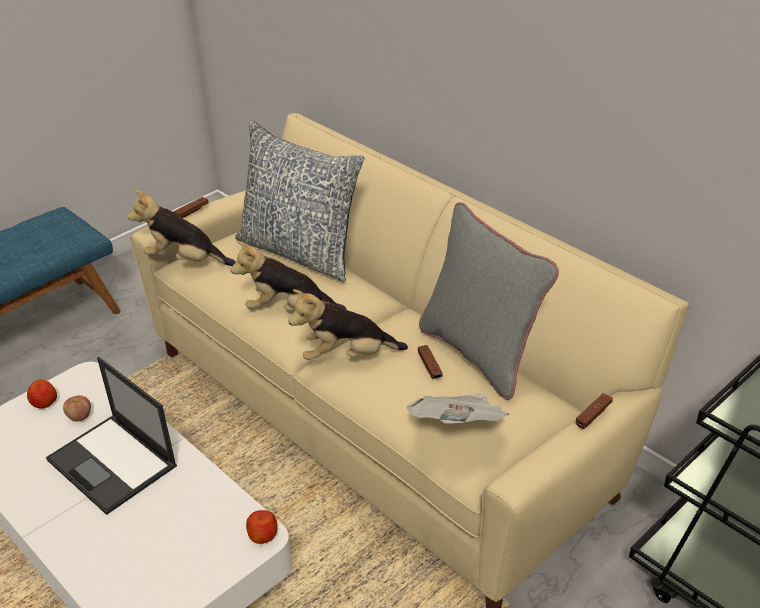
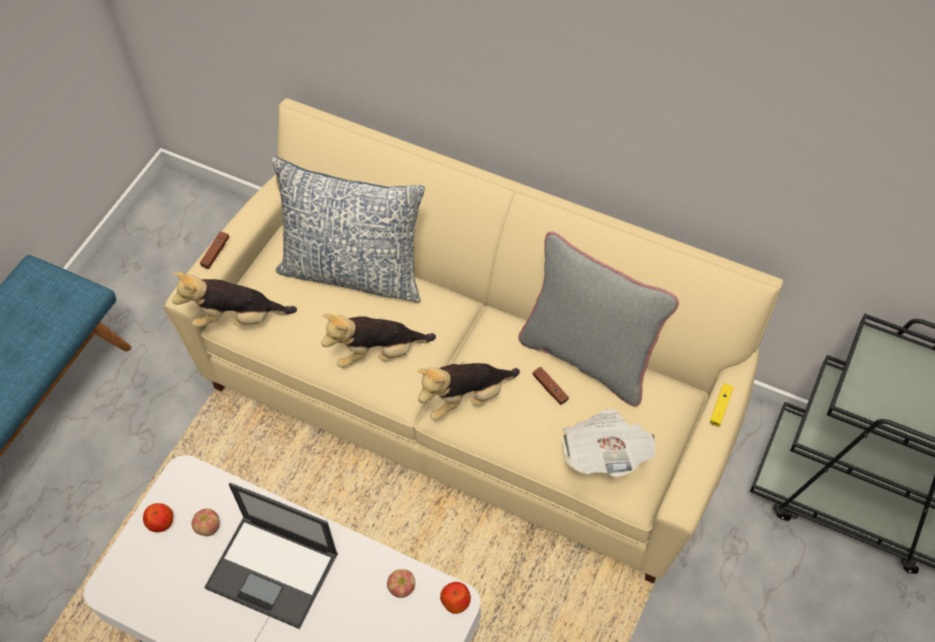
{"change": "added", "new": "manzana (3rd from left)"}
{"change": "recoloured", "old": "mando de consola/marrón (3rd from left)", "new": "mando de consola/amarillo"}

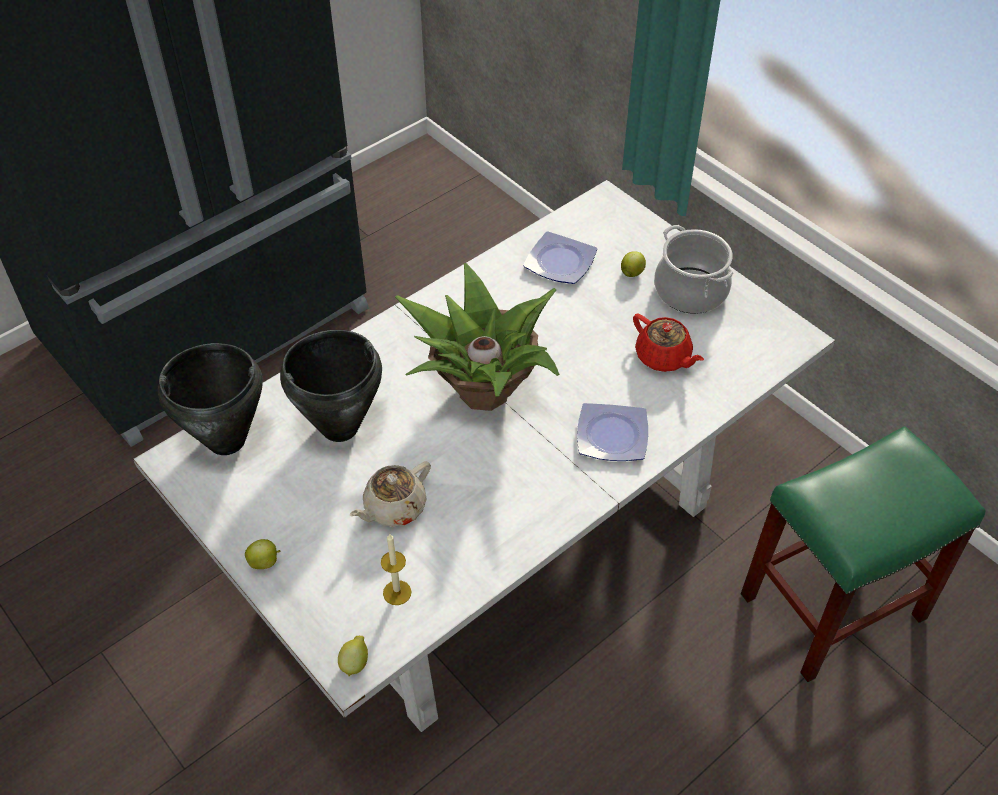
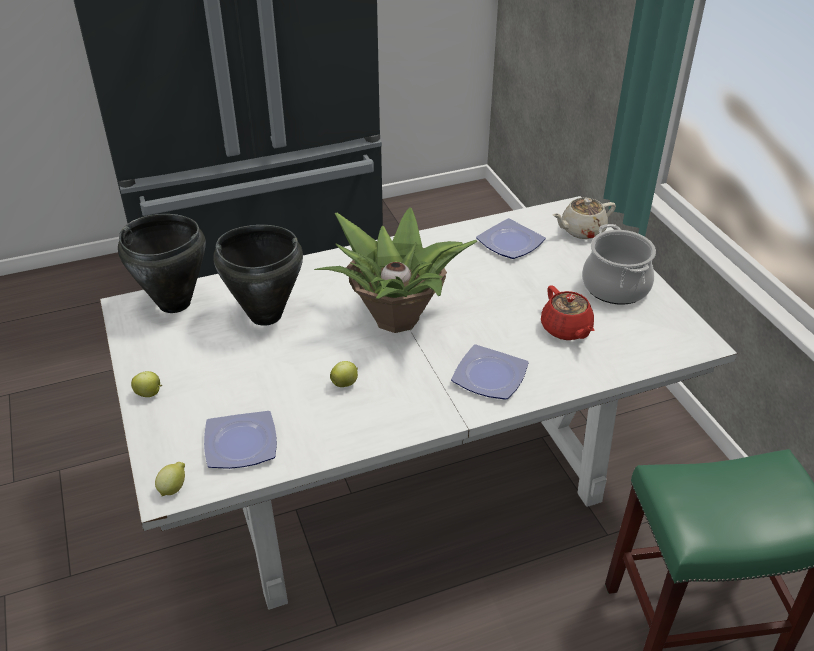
{"change": "moved", "old": "tetera/beis"}
{"change": "moved", "old": "manzana (2nd from left)"}
{"change": "replaced", "old": "vela", "new": "plato (1st from left)"}

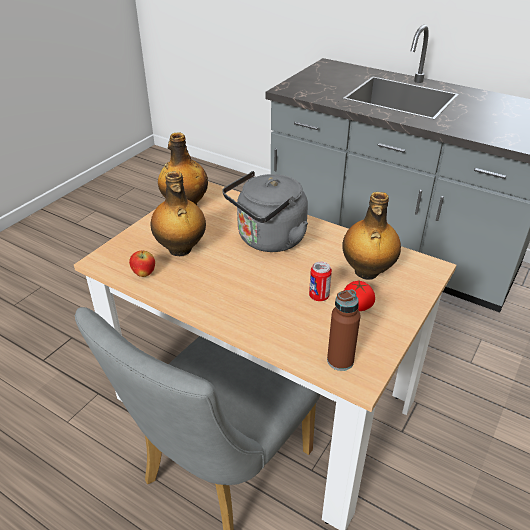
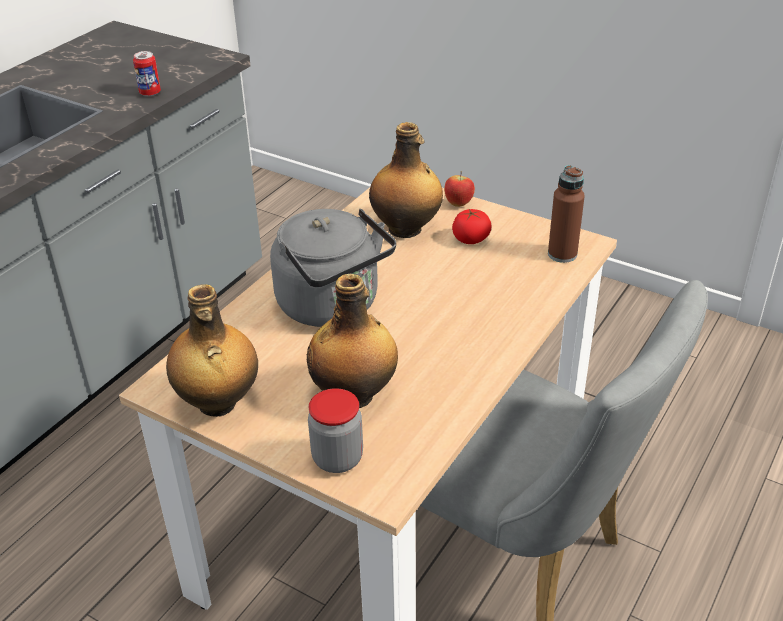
{"change": "added", "new": "tarro"}
{"change": "moved", "old": "manzana"}
{"change": "moved", "old": "lata"}

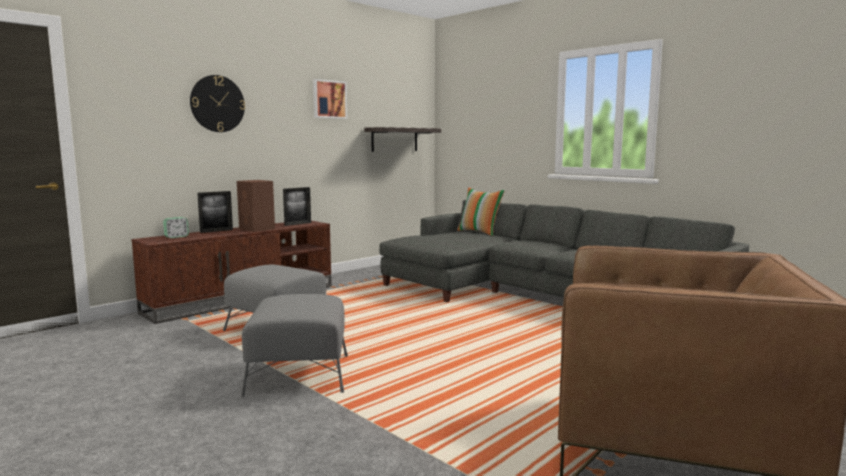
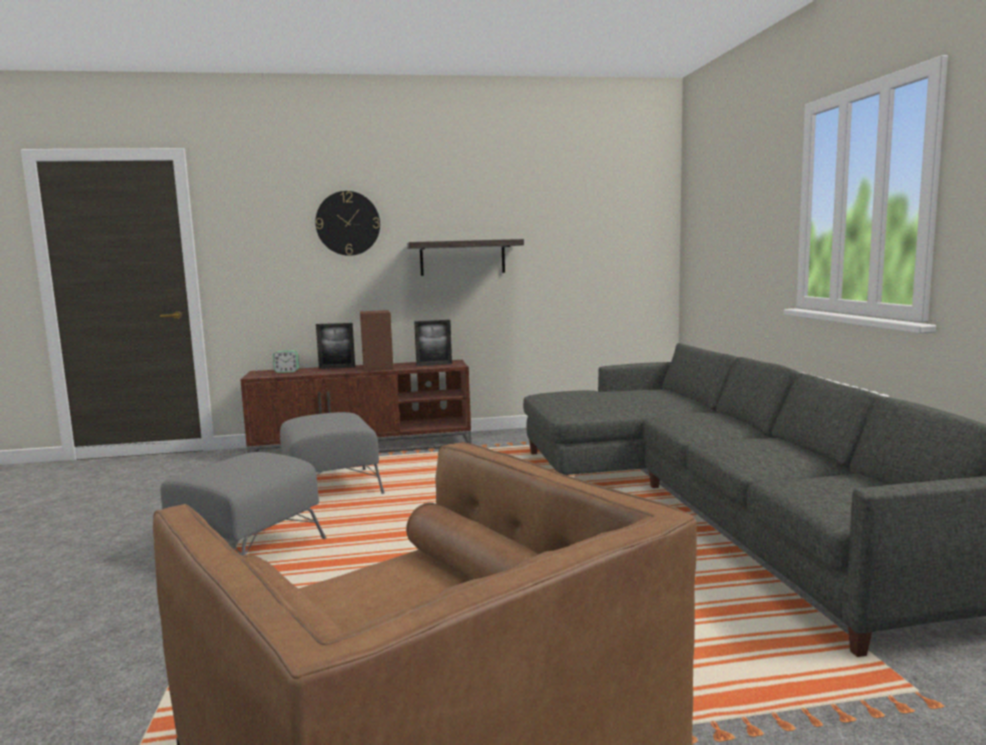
{"change": "removed", "old": "cuadro"}
{"change": "removed", "old": "cojín"}
{"change": "moved", "old": "estante"}

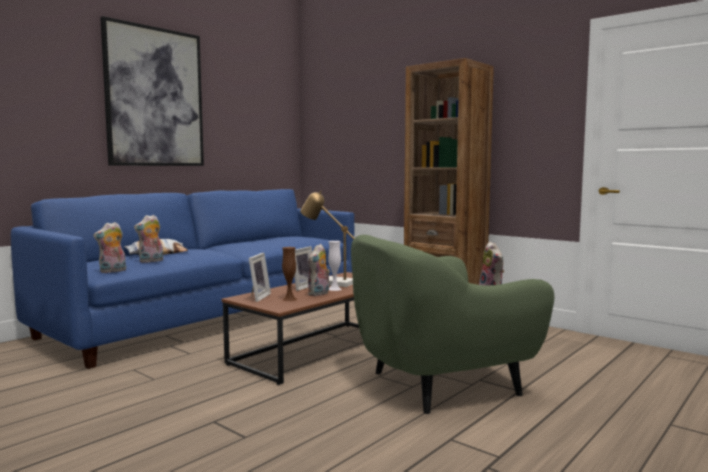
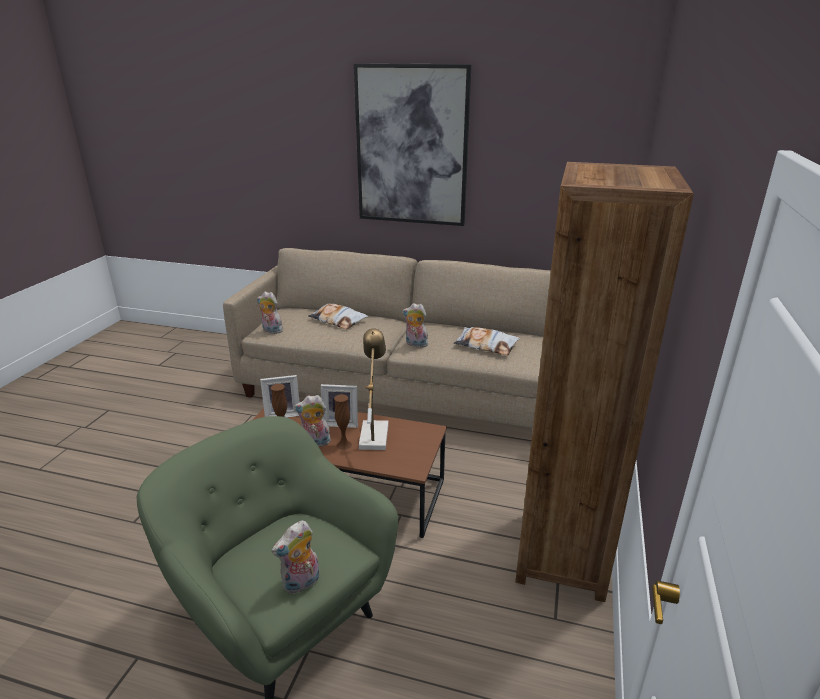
{"change": "added", "new": "cojín (2nd from left)"}
{"change": "moved", "old": "peluche (2nd from left in the first image)", "new": "peluche (4th from left)"}
{"change": "recoloured", "old": "sofá/azul", "new": "sofá/beis"}
{"change": "recoloured", "old": "florero/blanco", "new": "florero/marrón (2nd from left)"}

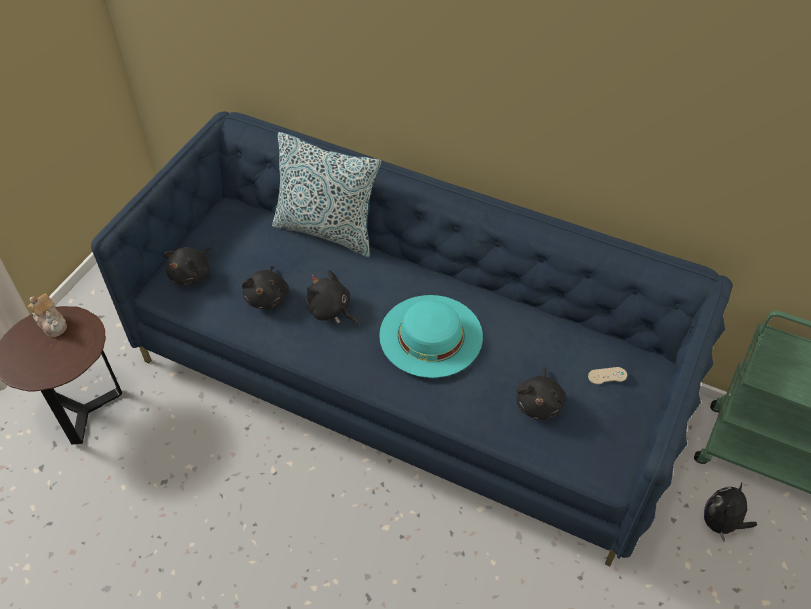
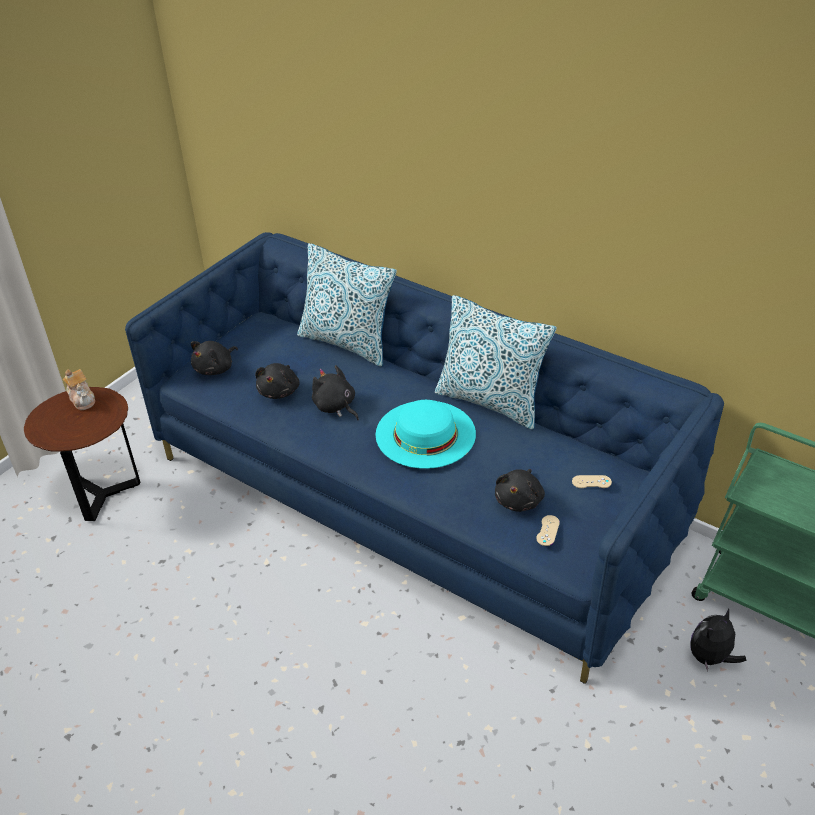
{"change": "added", "new": "cojín (2nd from left)"}
{"change": "added", "new": "mando de consola/beis (1st from left)"}

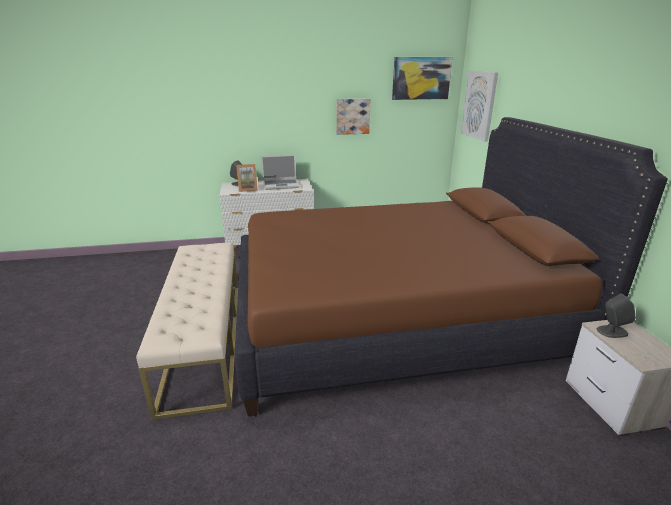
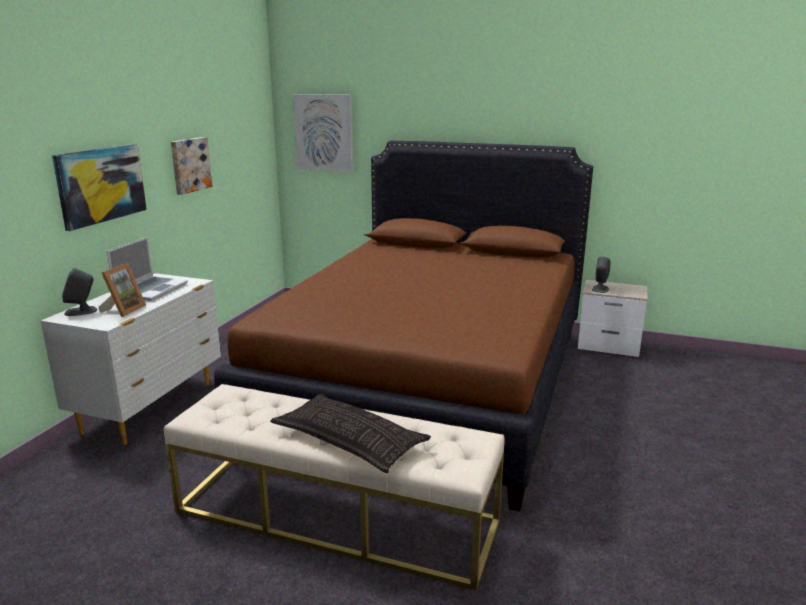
{"change": "added", "new": "cojín"}
{"change": "moved", "old": "cuadro (2nd from left in the first image)", "new": "cuadro (1st from left)"}

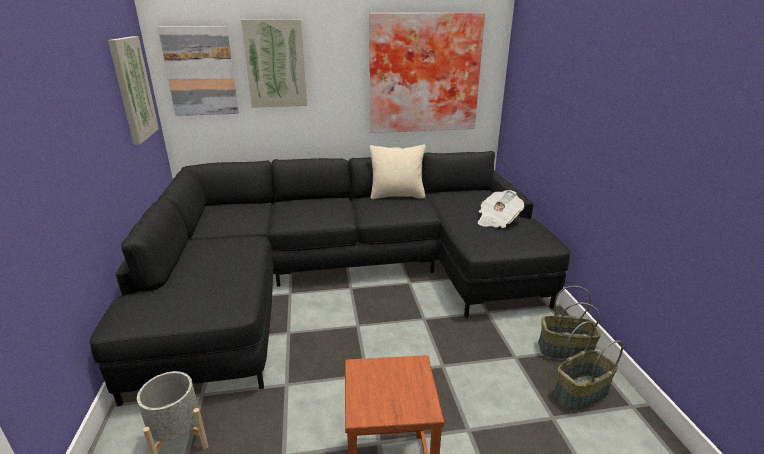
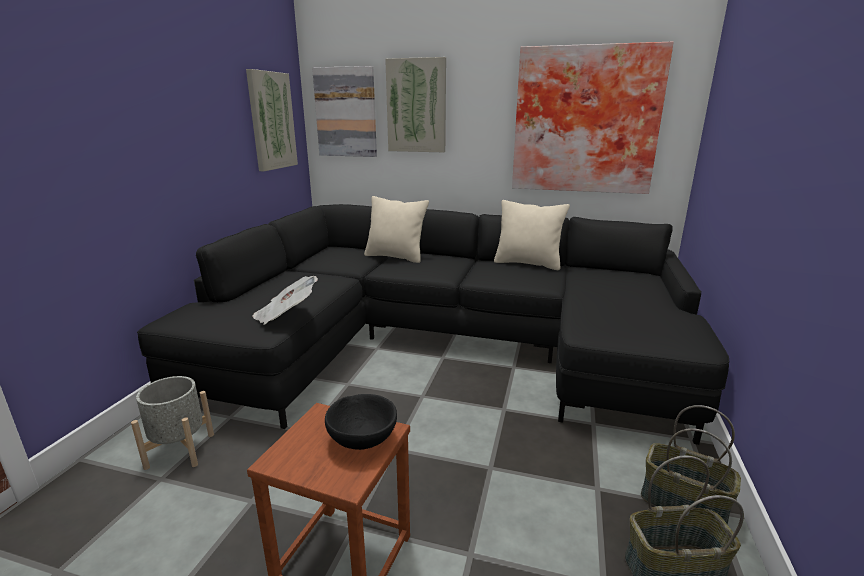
{"change": "added", "new": "cuenco/negro"}
{"change": "added", "new": "cojín/beis (1st from left)"}
{"change": "moved", "old": "periódico"}

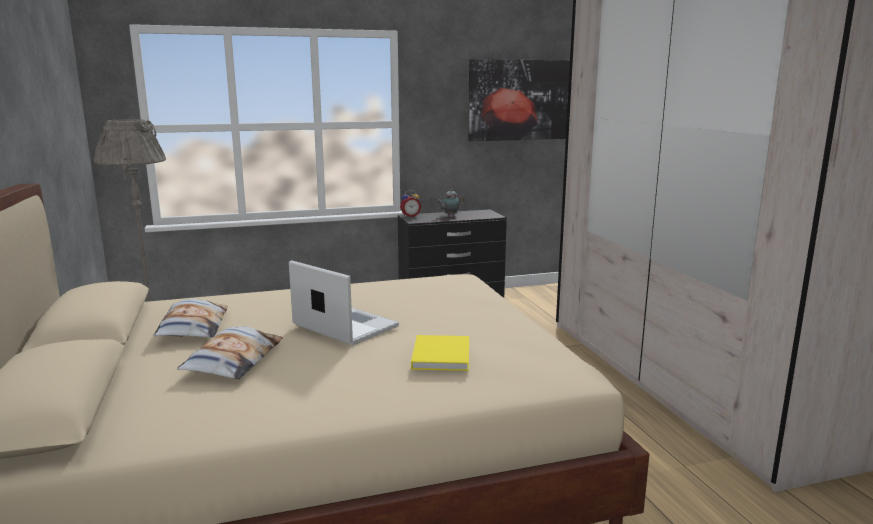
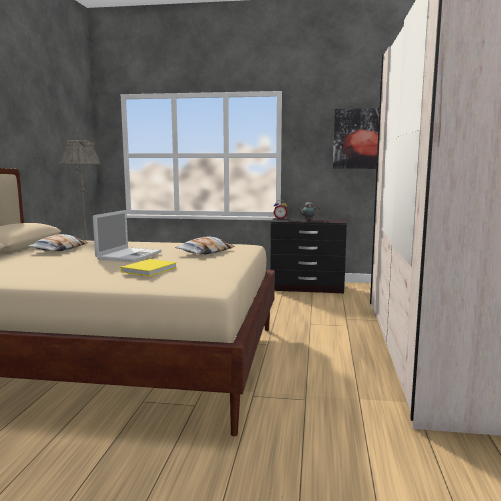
{"change": "moved", "old": "cojín (2nd from left)"}
{"change": "turned", "old": "portátil", "degrees": 45}

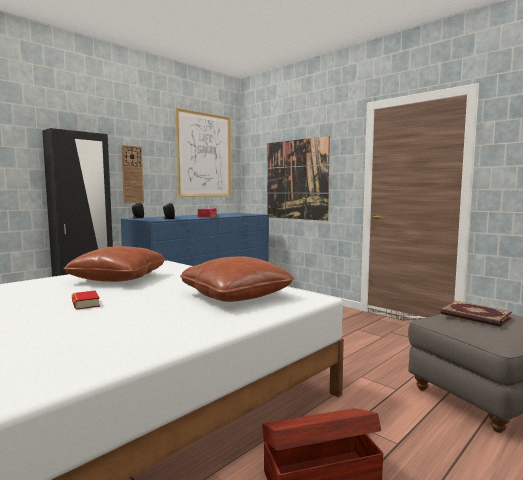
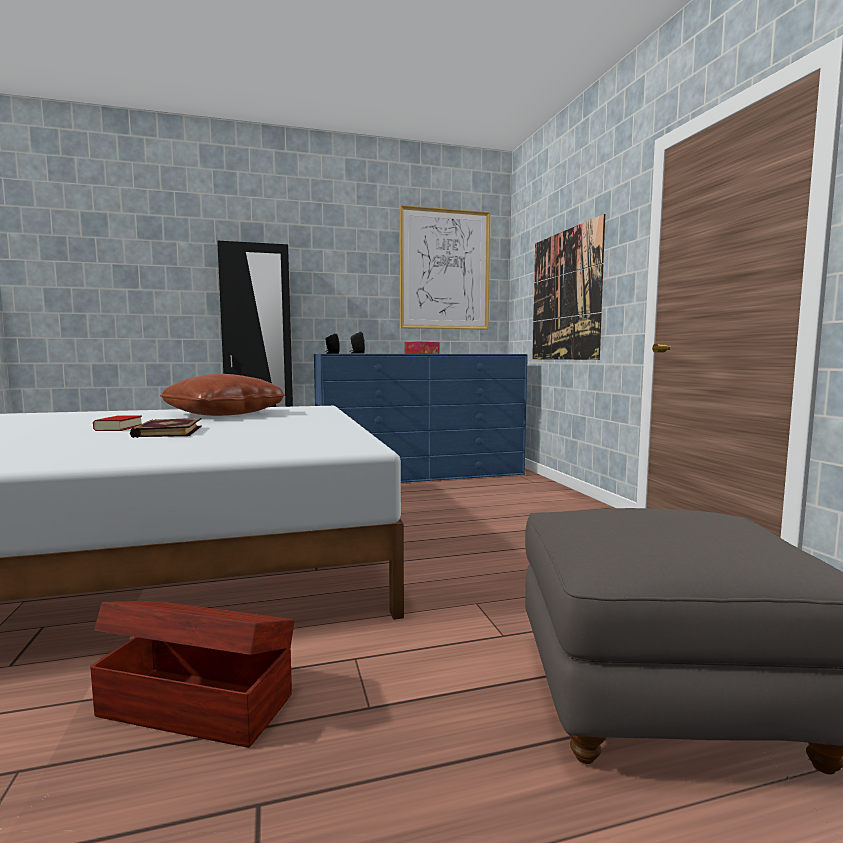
{"change": "removed", "old": "reloj de pared"}
{"change": "removed", "old": "cojín/marrón (2nd from left)"}
{"change": "moved", "old": "libro (2nd from left)"}

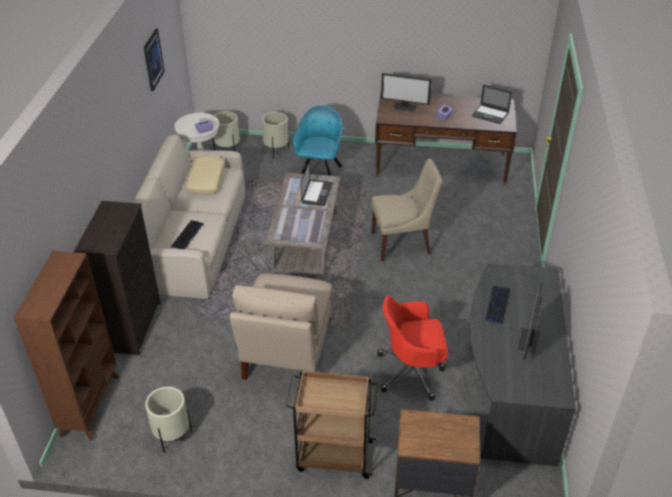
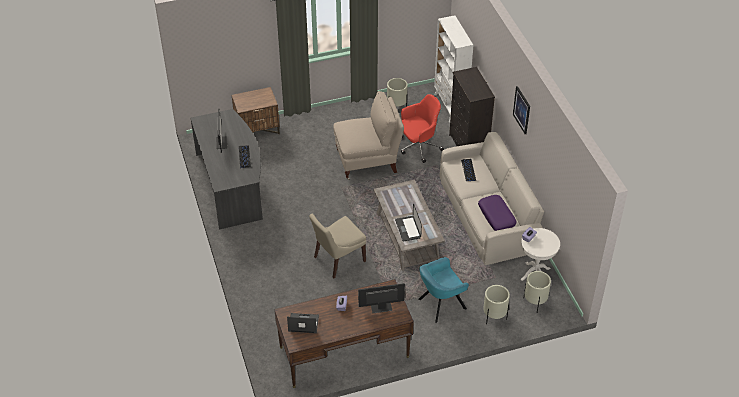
{"change": "removed", "old": "carrito/marrón"}
{"change": "moved", "old": "cuadro"}
{"change": "moved", "old": "silla de oficina/rojo"}
{"change": "recoloured", "old": "estantería/marrón", "new": "estantería/blanco"}
{"change": "recoloured", "old": "cojín/beis", "new": "cojín/morado"}
{"change": "turned", "old": "silla/beis (1st from left in the first image)", "degrees": 90}
{"change": "turned", "old": "sillón/turquesa", "degrees": 75}

